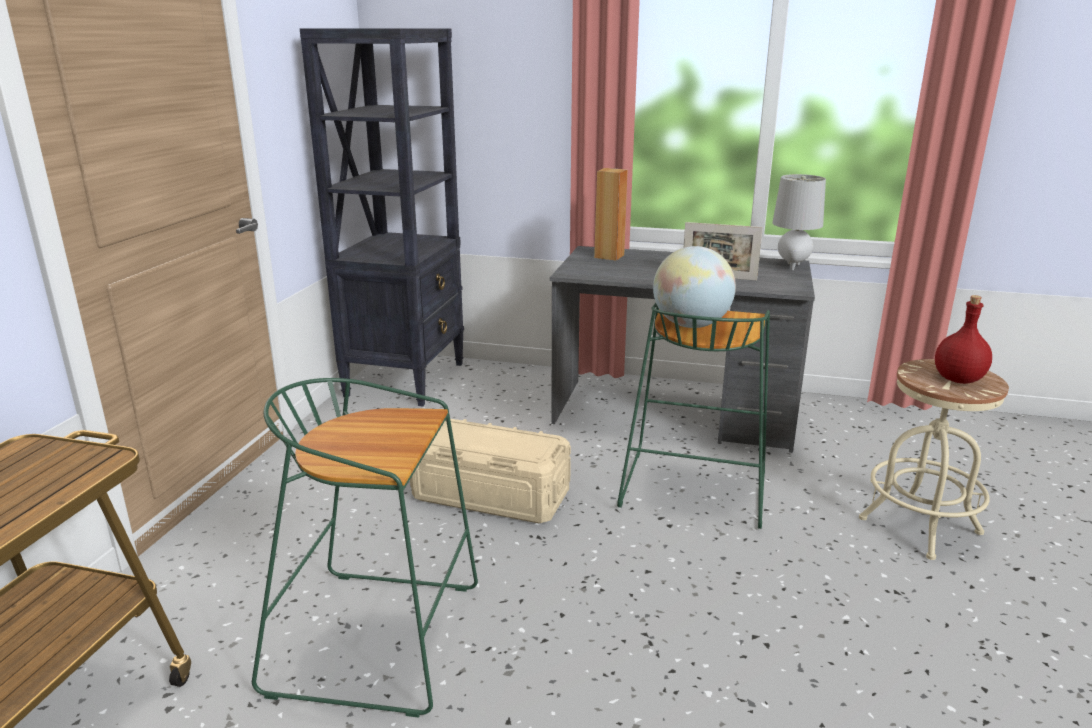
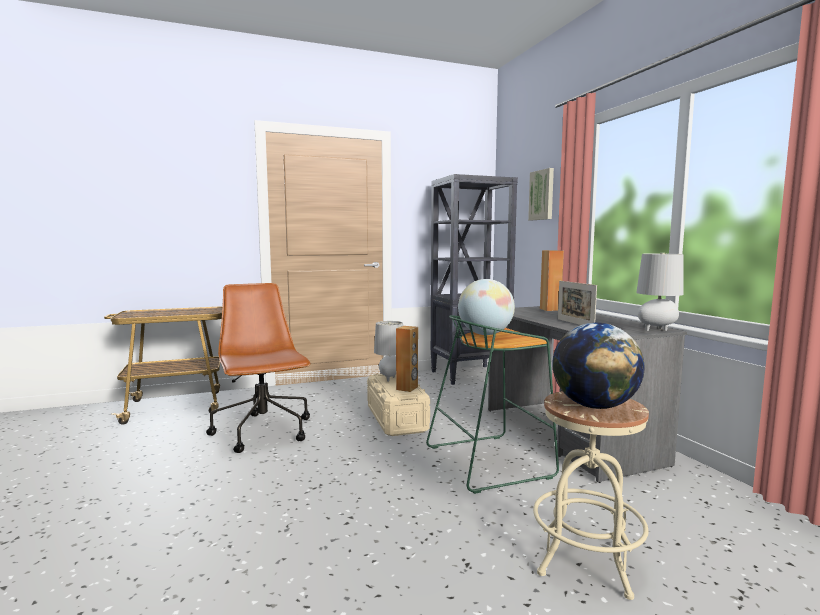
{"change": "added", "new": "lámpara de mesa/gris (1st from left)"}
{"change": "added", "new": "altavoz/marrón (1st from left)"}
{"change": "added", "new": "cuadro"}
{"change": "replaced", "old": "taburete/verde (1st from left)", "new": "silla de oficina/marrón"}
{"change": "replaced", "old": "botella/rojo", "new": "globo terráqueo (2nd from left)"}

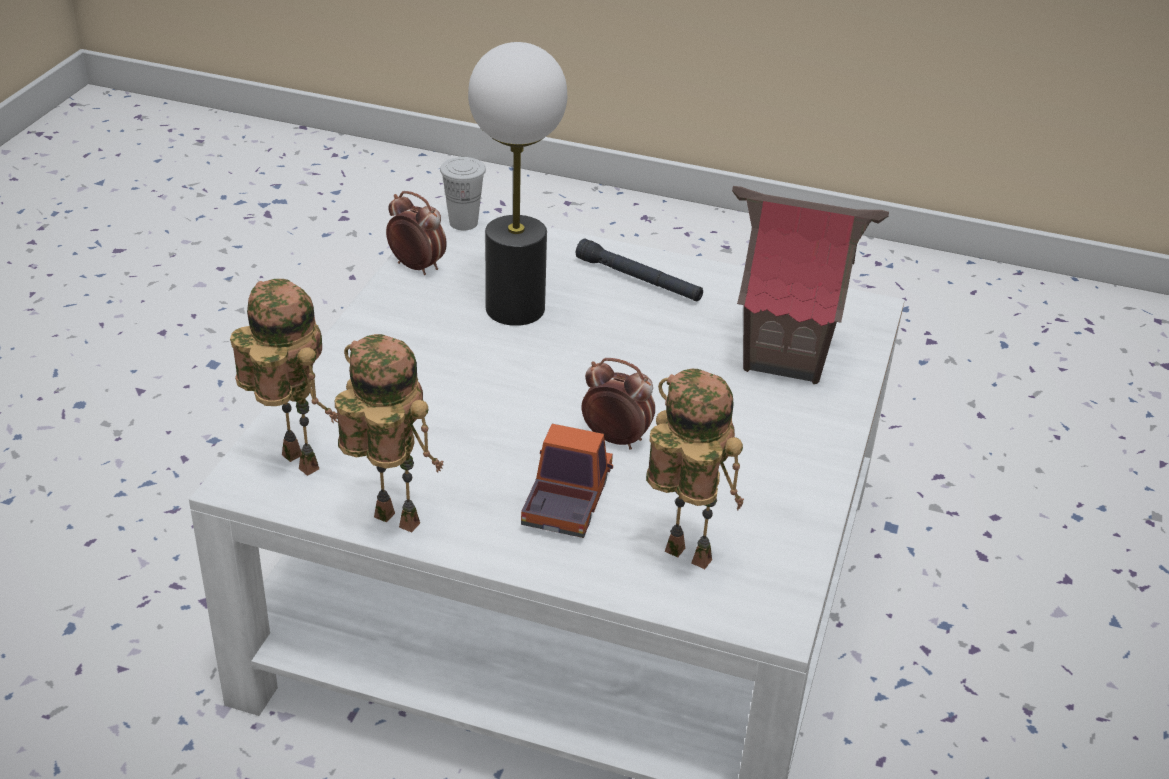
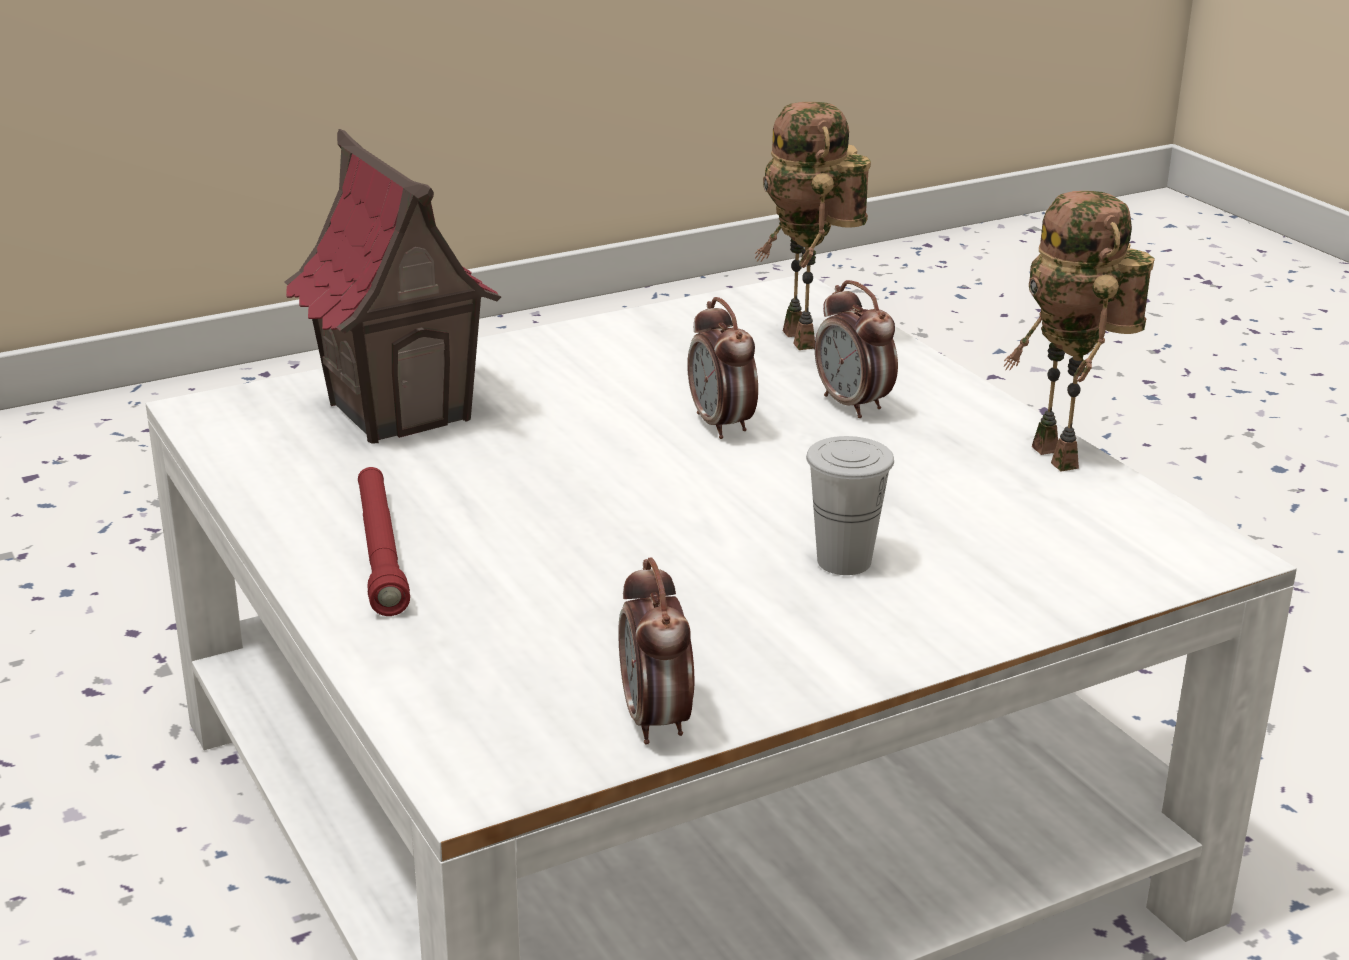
{"change": "removed", "old": "robot de juguete (1st from left)"}
{"change": "removed", "old": "lámpara de mesa"}
{"change": "moved", "old": "taza/blanco"}
{"change": "replaced", "old": "camión de juguete", "new": "despertador (3rd from left)"}
{"change": "recoloured", "old": "linterna/negro", "new": "linterna/rojo"}

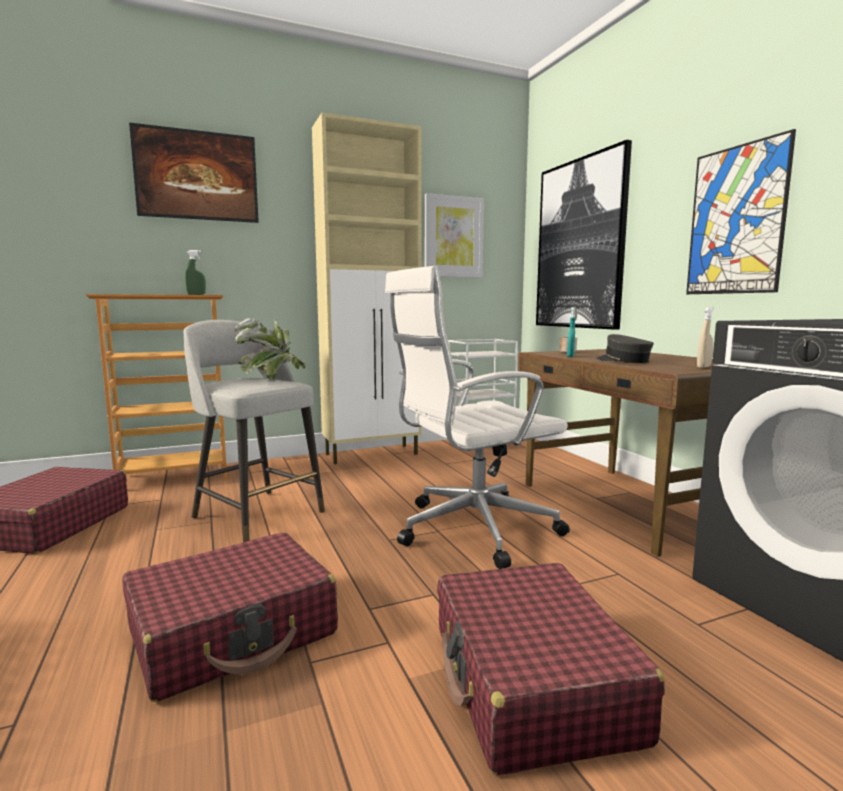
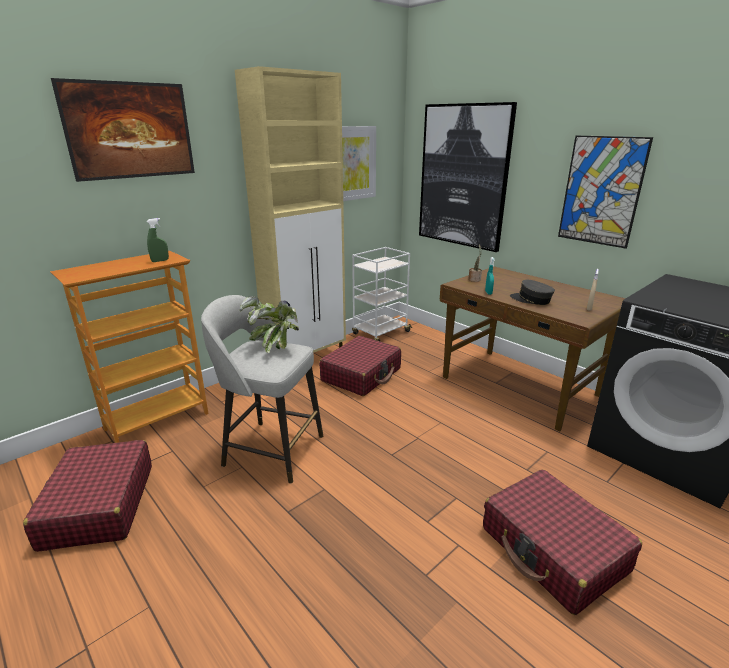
{"change": "removed", "old": "silla de oficina/blanco"}
{"change": "moved", "old": "maleta/rojo (2nd from left)"}

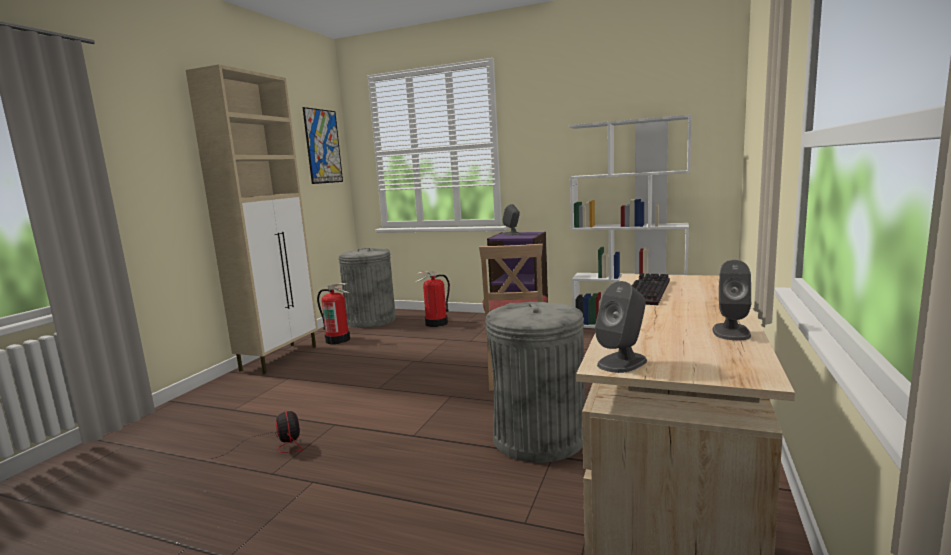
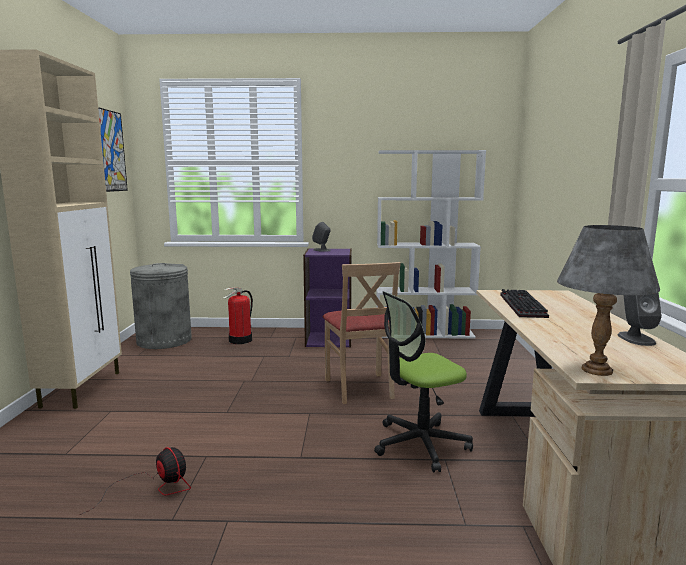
{"change": "removed", "old": "extintor (1st from left)"}
{"change": "replaced", "old": "papelera/gris (2nd from left)", "new": "silla de oficina"}
{"change": "replaced", "old": "altavoz/gris (2nd from left)", "new": "lámpara de mesa/gris"}

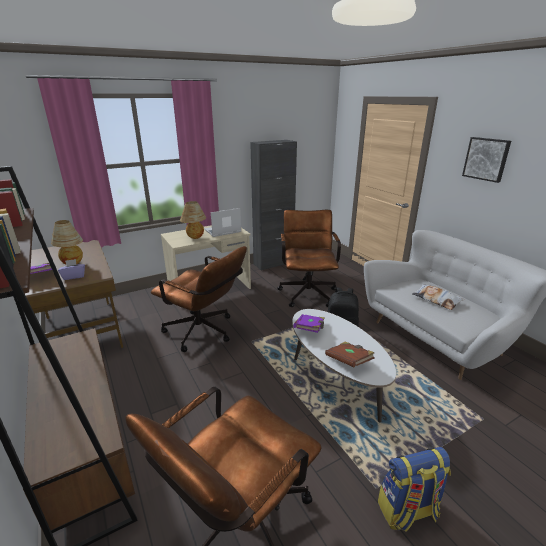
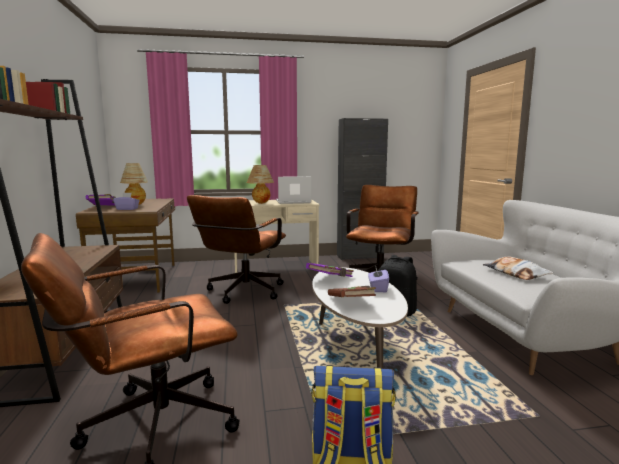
{"change": "removed", "old": "cuadro"}
{"change": "added", "new": "caja de pañuelos/morado (2nd from left)"}
{"change": "turned", "old": "silla de oficina/marrón (1st from left in the first image)", "degrees": 60}

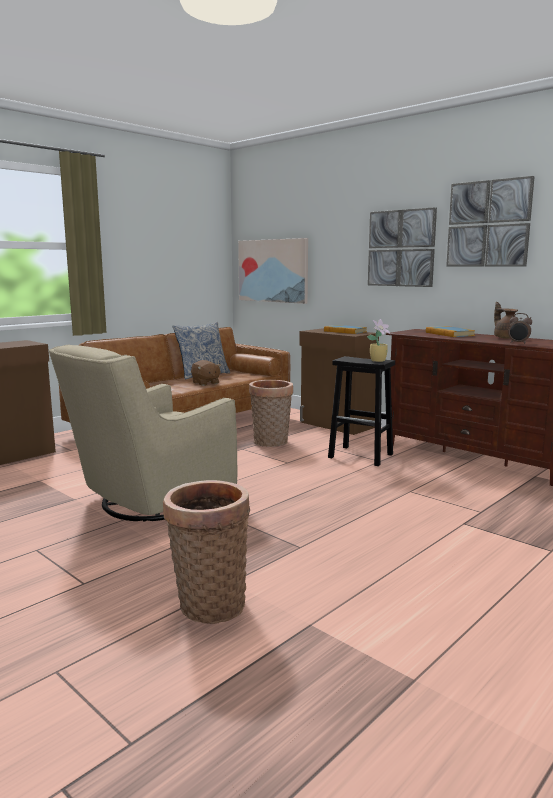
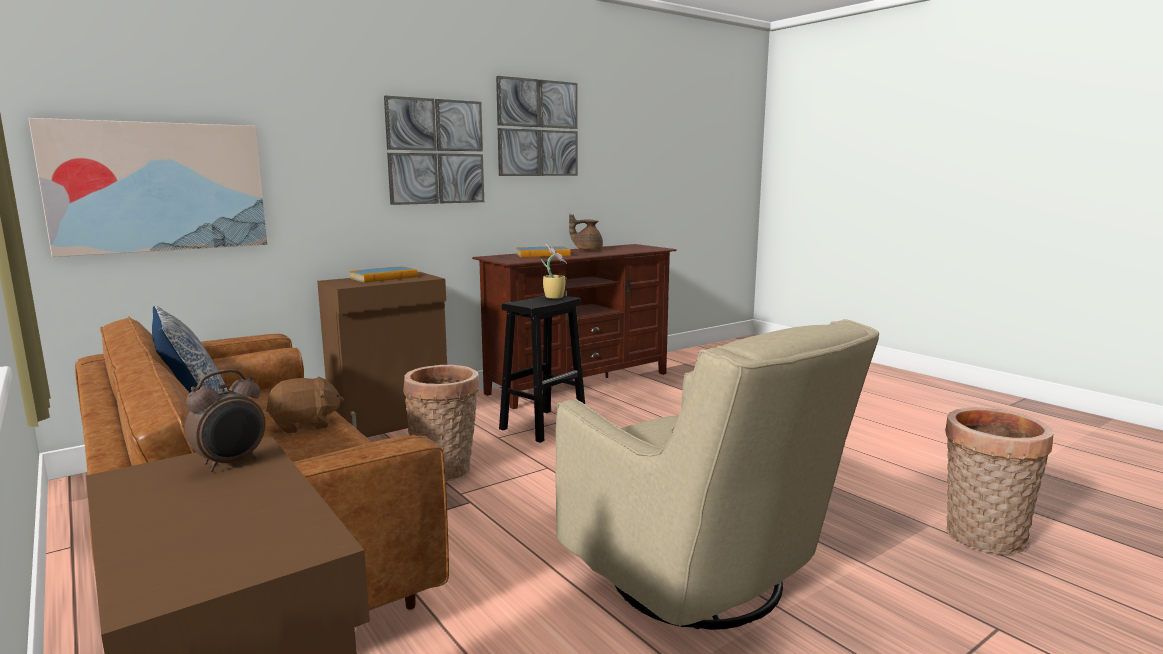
{"change": "moved", "old": "despertador"}

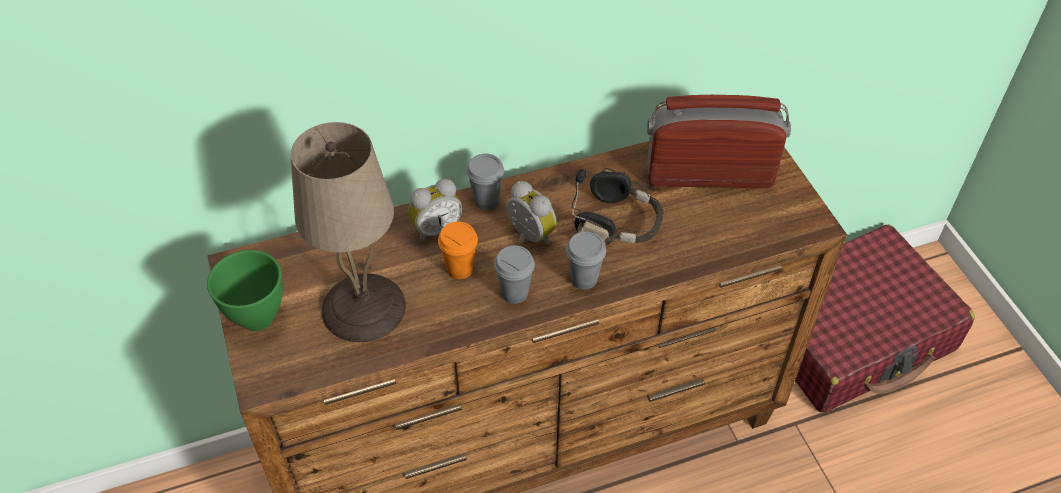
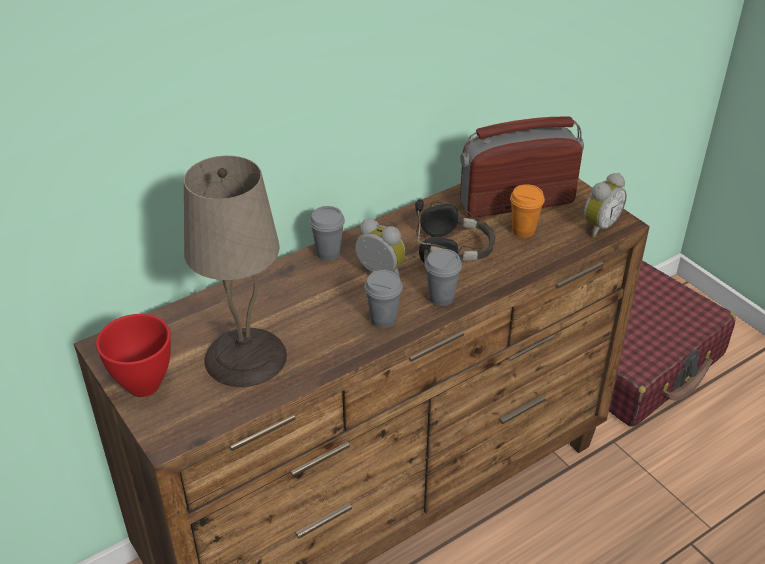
{"change": "moved", "old": "despertador (1st from left in the first image)", "new": "despertador (2nd from left)"}
{"change": "moved", "old": "taza/naranja"}
{"change": "recoloured", "old": "cuenco/verde", "new": "cuenco/rojo"}

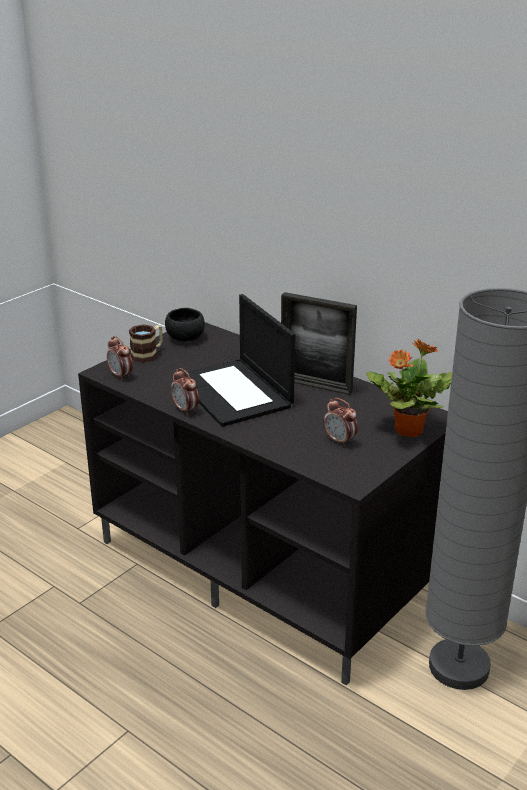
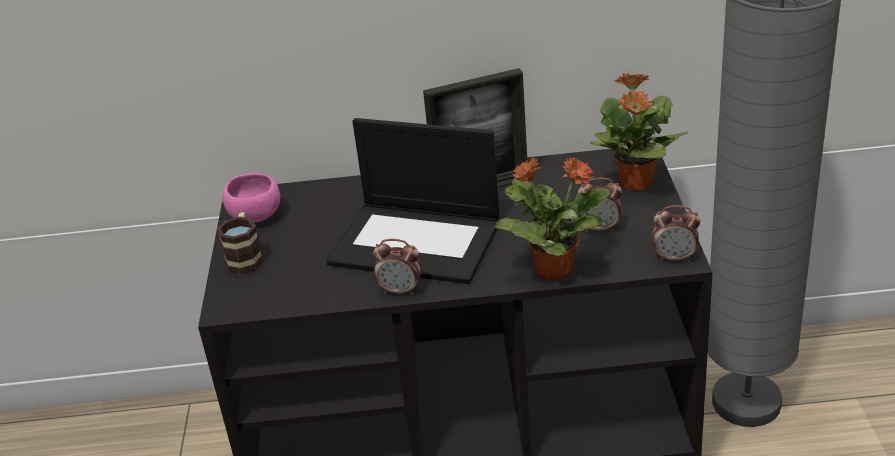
{"change": "added", "new": "planta en maceta (1st from left)"}
{"change": "moved", "old": "despertador (1st from left in the first image)", "new": "despertador (3rd from left)"}
{"change": "recoloured", "old": "cuenco/negro", "new": "cuenco/rosa"}

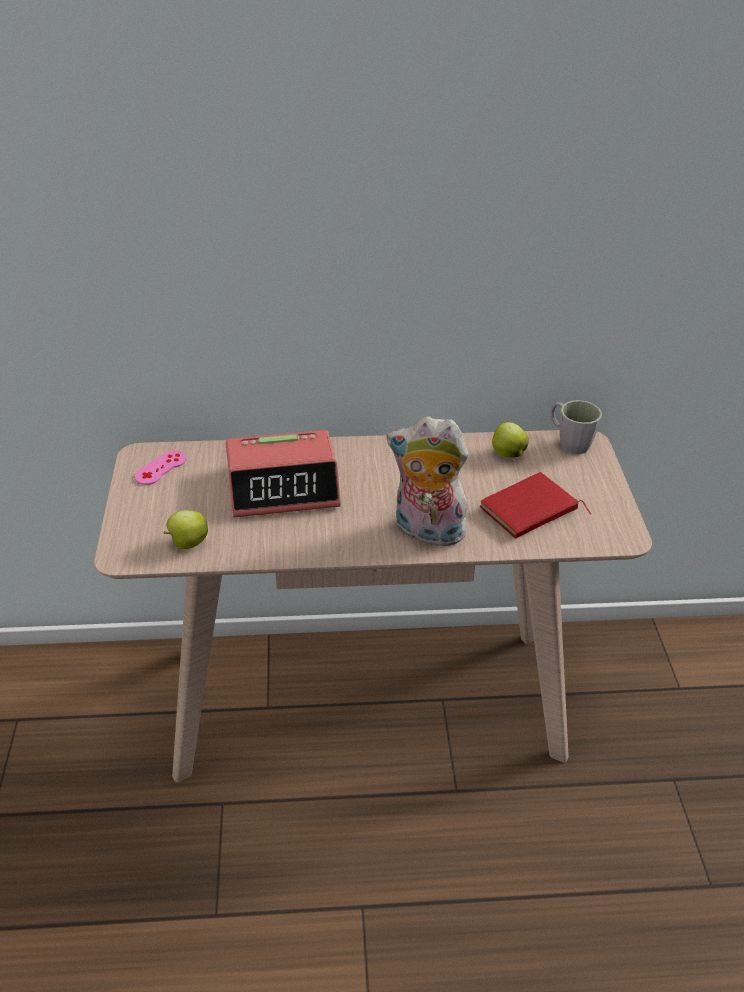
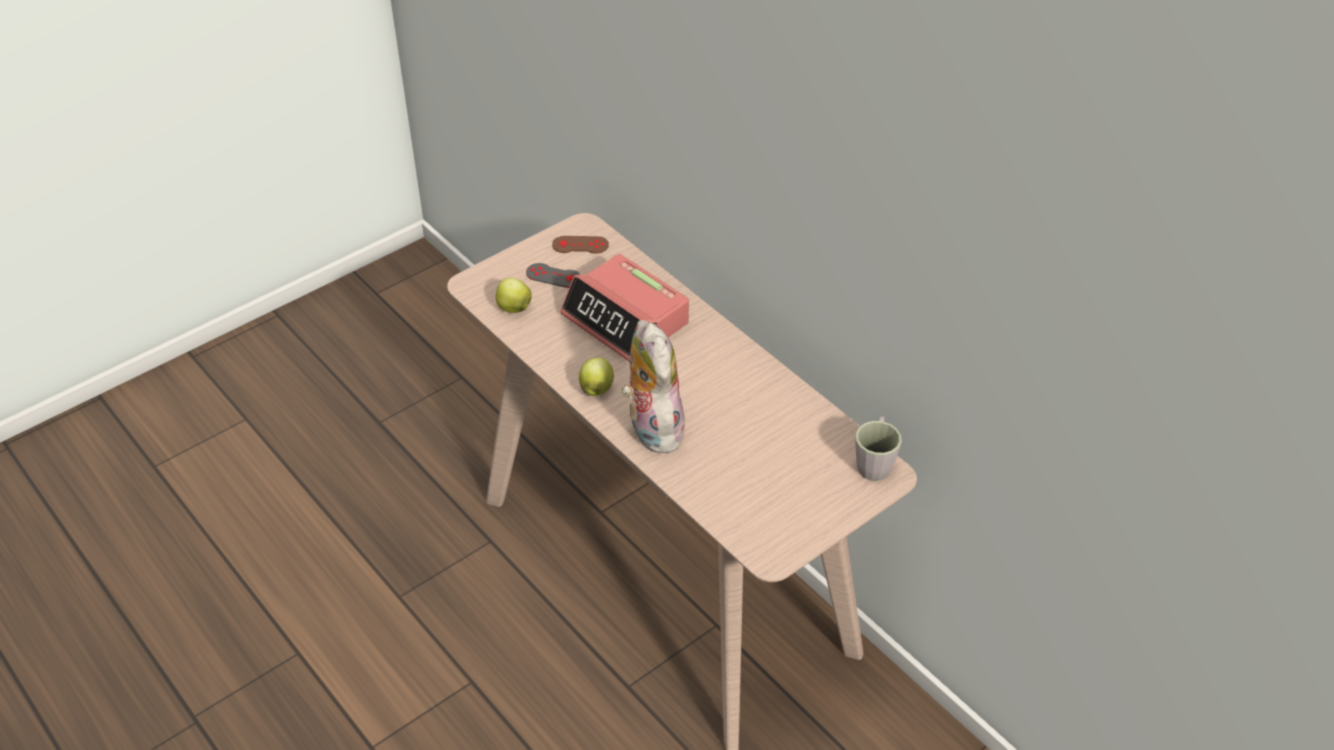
{"change": "removed", "old": "libro/rojo"}
{"change": "added", "new": "mando de consola/gris"}
{"change": "moved", "old": "manzana (2nd from left)"}
{"change": "recoloured", "old": "mando de consola/rosa", "new": "mando de consola/marrón"}

